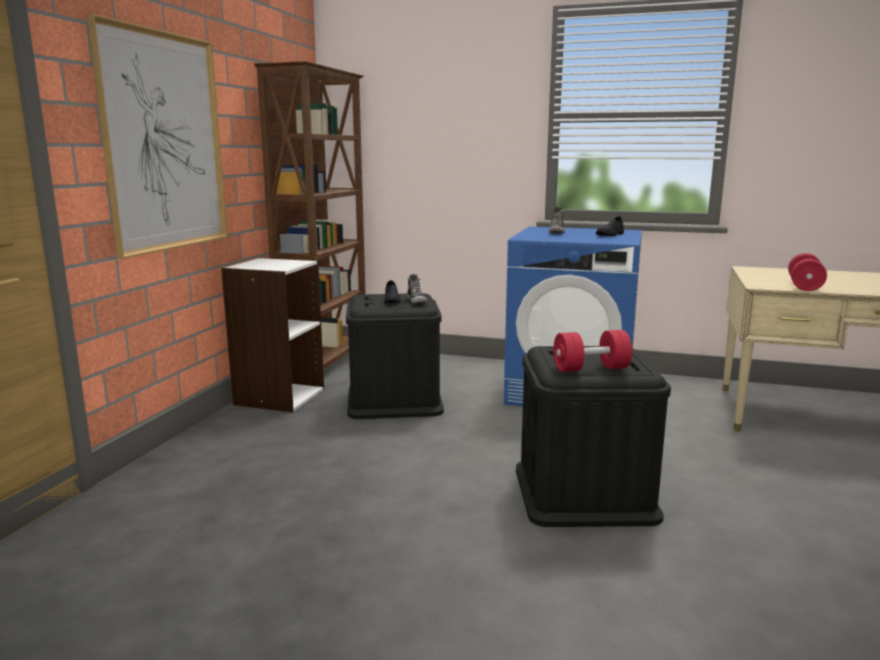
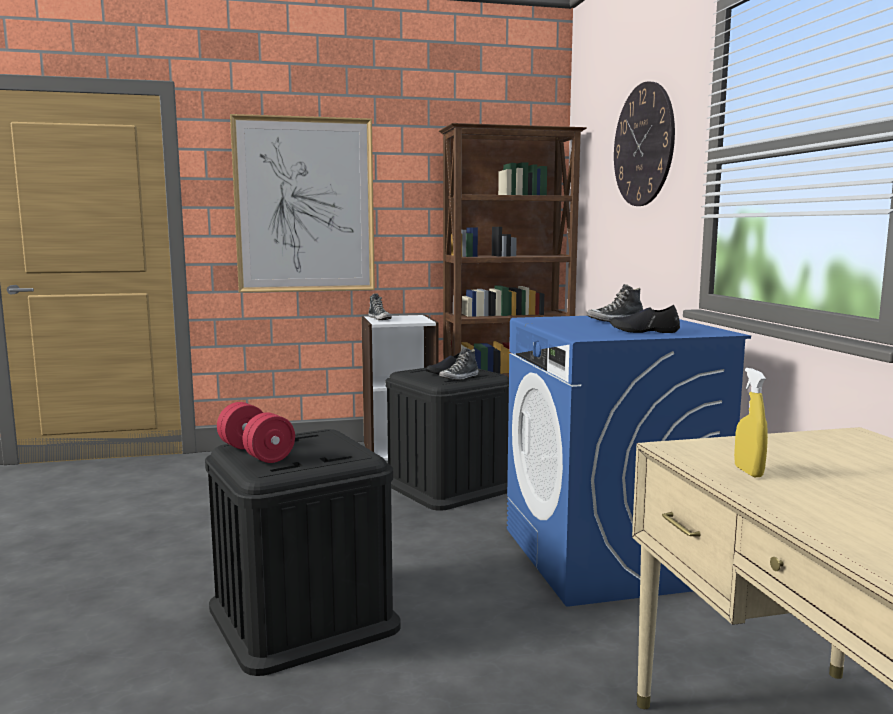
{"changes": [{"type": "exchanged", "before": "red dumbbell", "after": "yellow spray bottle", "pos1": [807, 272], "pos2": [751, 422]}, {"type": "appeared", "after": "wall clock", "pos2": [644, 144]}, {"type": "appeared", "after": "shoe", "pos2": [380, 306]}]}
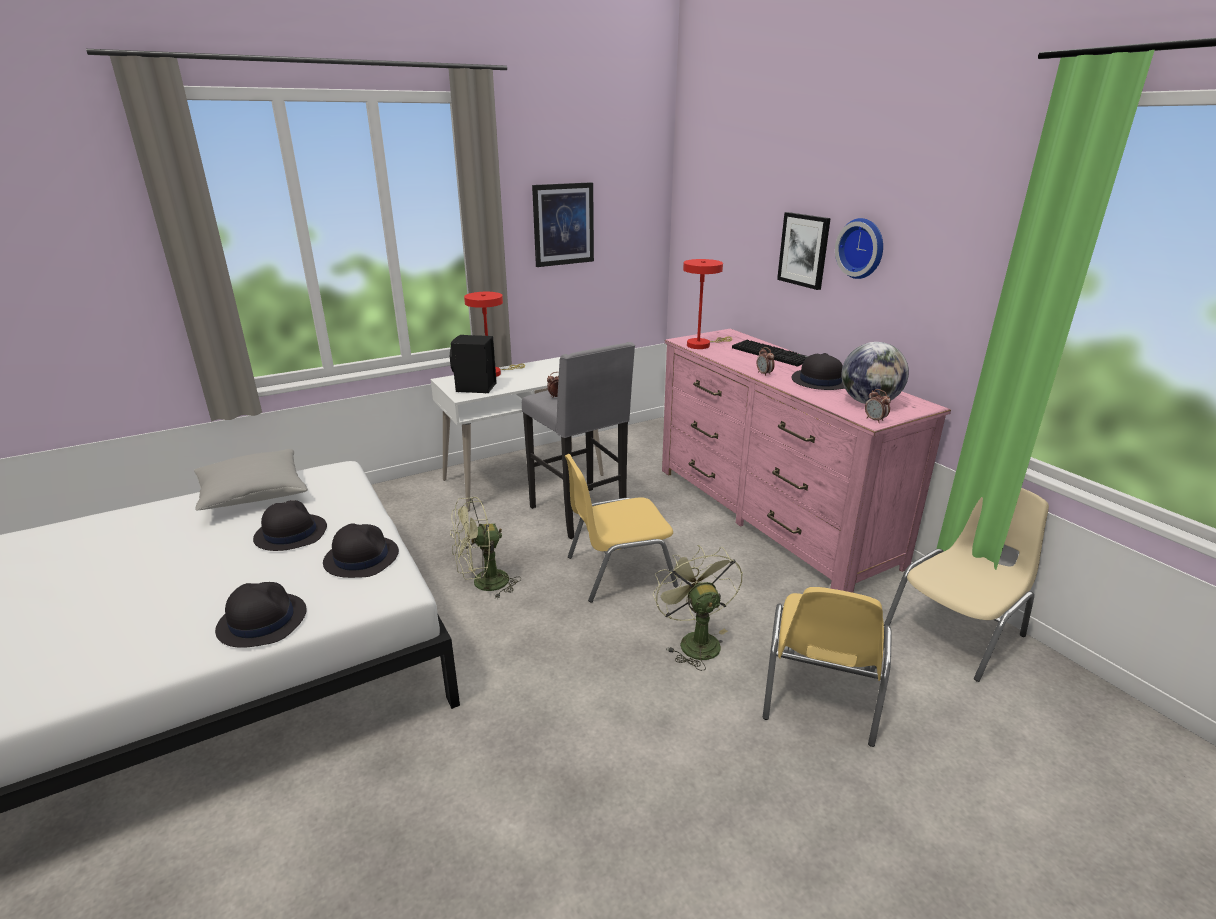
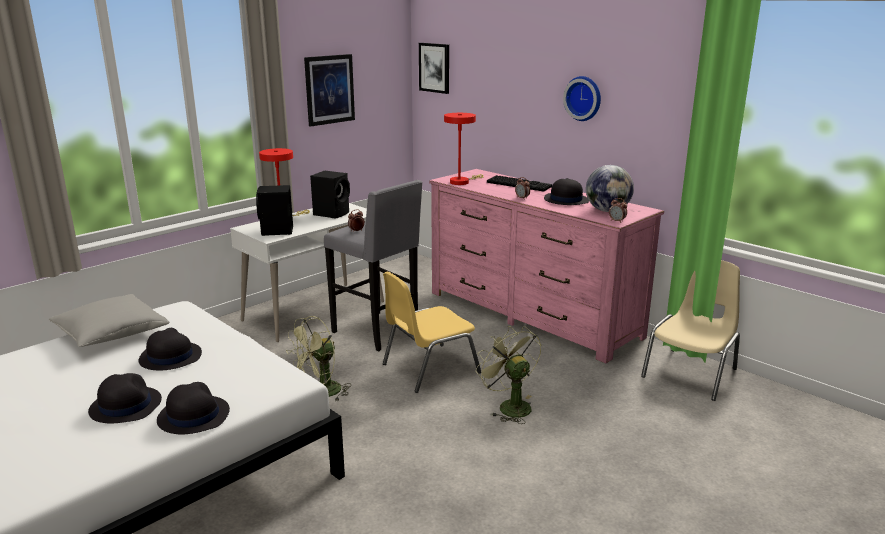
{"changes": [{"type": "relocated", "before": "picture", "pos1": [804, 251], "pos2": [434, 68]}, {"type": "relocated", "before": "black hat", "pos1": [361, 550], "pos2": [125, 398]}, {"type": "missing", "before": "yellow chair", "pos1": [827, 667]}, {"type": "appeared", "after": "black speaker", "pos2": [330, 195]}]}
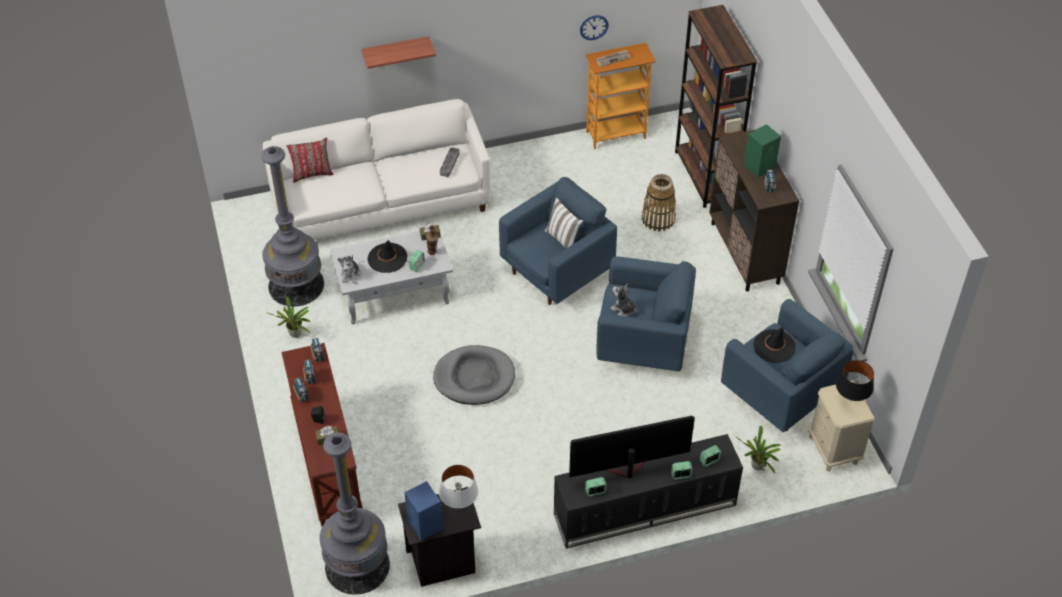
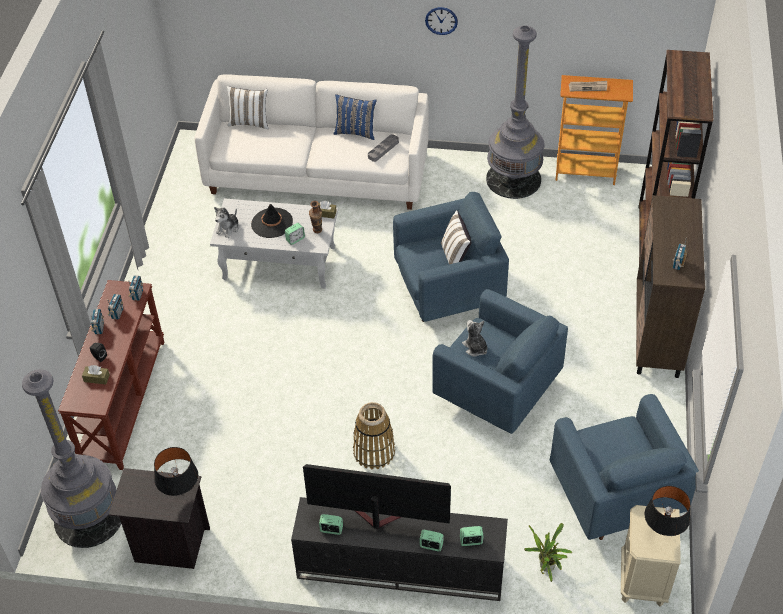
{"changes": [{"type": "relocated", "before": "wall clock", "pos1": [594, 27], "pos2": [441, 21]}, {"type": "missing", "before": "shelf", "pos1": [398, 53]}, {"type": "missing", "before": "green speaker", "pos1": [762, 150]}, {"type": "colour", "before": "red pillow", "after": "white pillow", "pos1": [310, 160], "pos2": [248, 107]}, {"type": "relocated", "before": "grey floor lamp", "pos1": [292, 226], "pos2": [515, 112]}, {"type": "relocated", "before": "basket", "pos1": [659, 203], "pos2": [374, 435]}, {"type": "missing", "before": "potted plant", "pos1": [289, 317]}, {"type": "missing", "before": "black hat", "pos1": [774, 345]}, {"type": "missing", "before": "grey dog bed", "pos1": [474, 375]}, {"type": "colour", "before": "white table lamp", "after": "black table lamp", "pos1": [458, 486], "pos2": [176, 471]}, {"type": "missing", "before": "blue speaker", "pos1": [424, 510]}, {"type": "appeared", "after": "blue pillow", "pos2": [355, 117]}]}
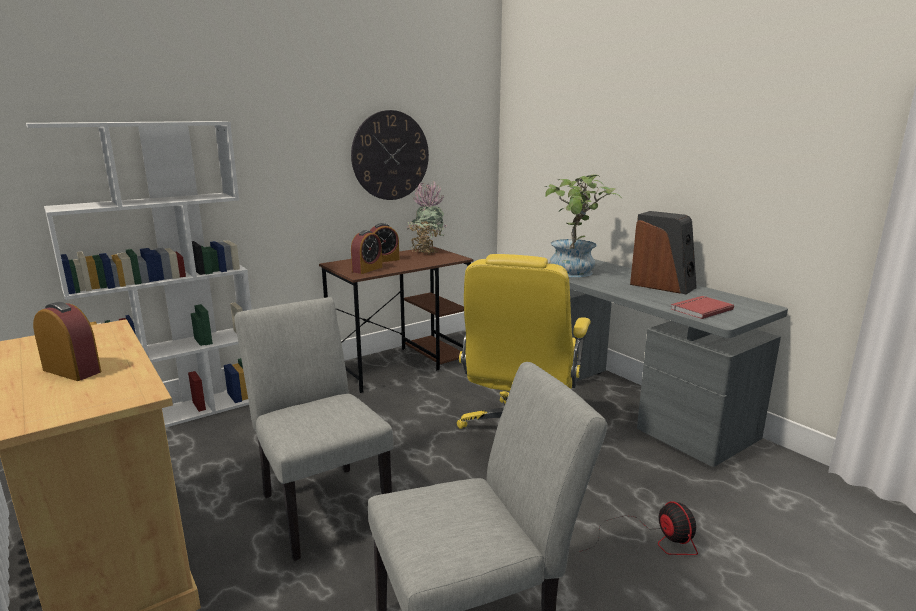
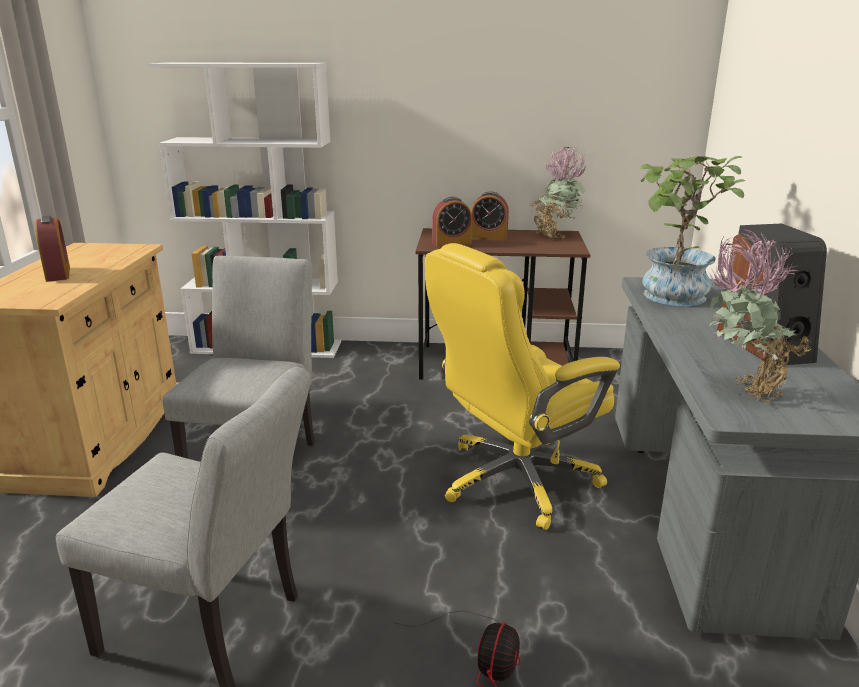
{"changes": [{"type": "missing", "before": "wall clock", "pos1": [390, 155]}, {"type": "exchanged", "before": "red book", "after": "potted plant", "pos1": [702, 307], "pos2": [760, 316]}]}
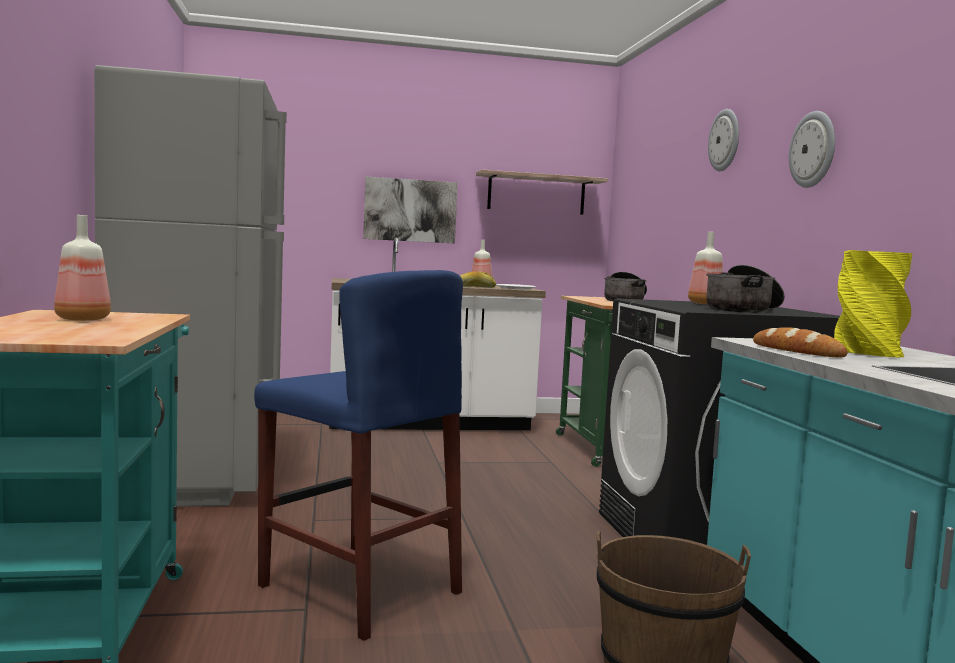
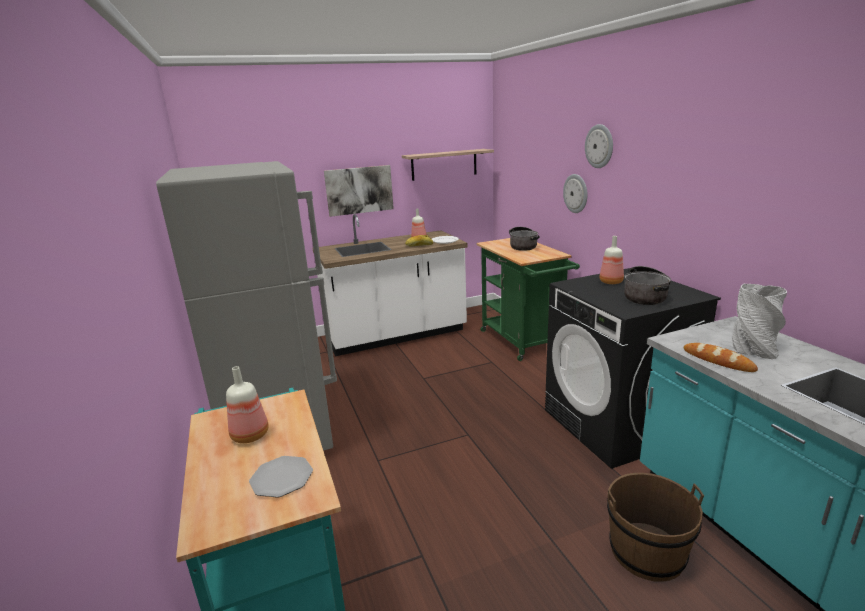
{"changes": [{"type": "relocated", "before": "wall clock", "pos1": [812, 149], "pos2": [575, 193]}, {"type": "colour", "before": "yellow vase", "after": "grey vase", "pos1": [873, 303], "pos2": [759, 321]}, {"type": "missing", "before": "blue stool", "pos1": [358, 455]}, {"type": "appeared", "after": "plate", "pos2": [281, 477]}]}
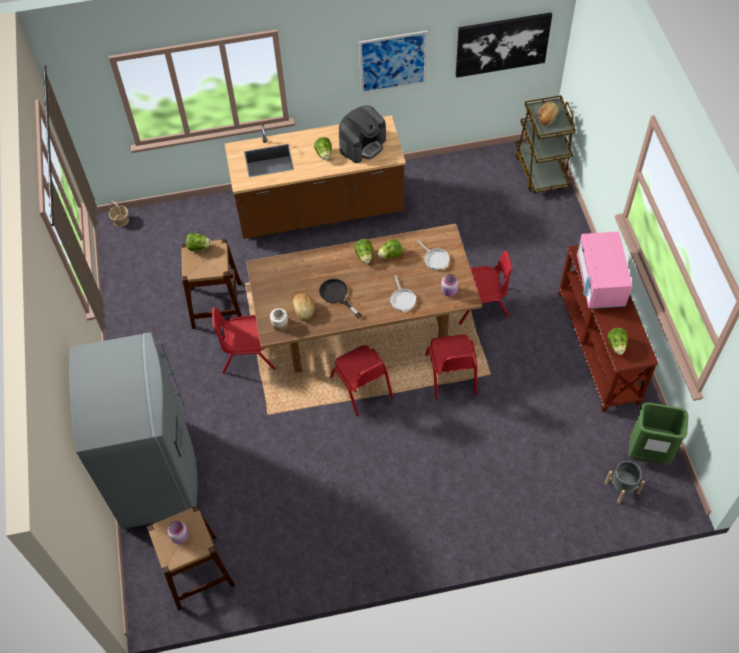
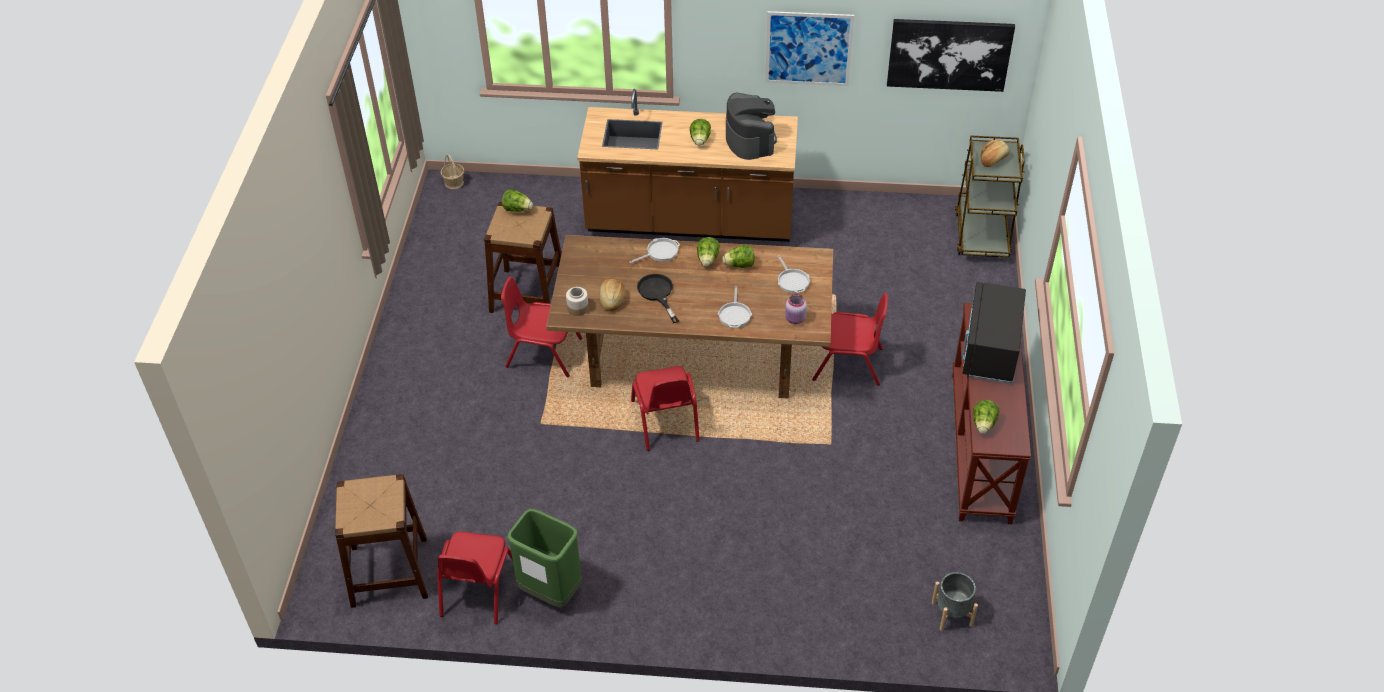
{"changes": [{"type": "spun", "before": "coffee machine", "pos1": [362, 134], "pos2": [751, 126], "turn": -75}, {"type": "colour", "before": "pink microwave", "after": "black microwave", "pos1": [604, 270], "pos2": [993, 332]}, {"type": "missing", "before": "grey fridge", "pos1": [133, 430]}, {"type": "relocated", "before": "red chair", "pos1": [451, 367], "pos2": [475, 578]}, {"type": "relocated", "before": "green trash can", "pos1": [658, 434], "pos2": [544, 558]}, {"type": "missing", "before": "pink jar", "pos1": [178, 532]}, {"type": "appeared", "after": "frying pan", "pos2": [654, 250]}]}
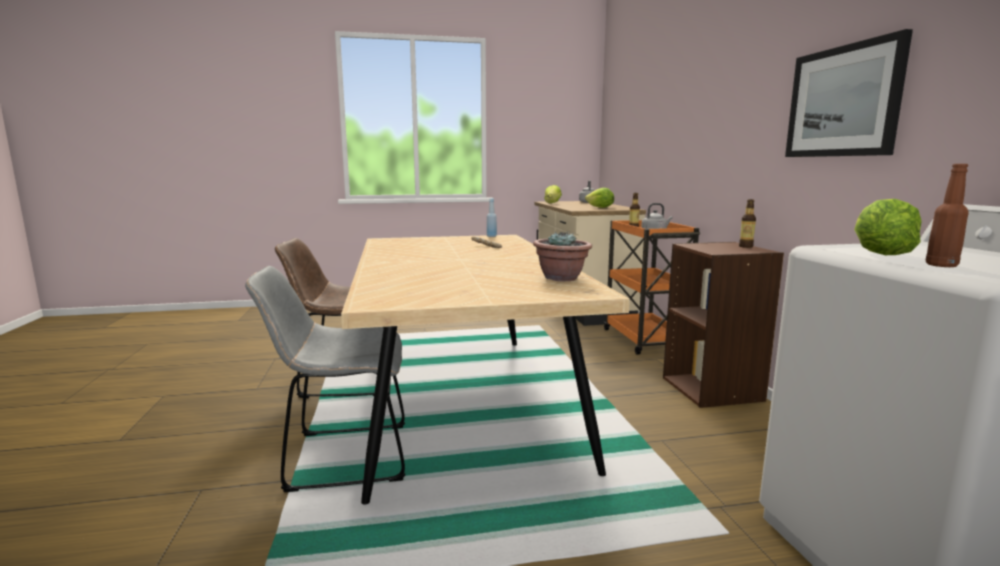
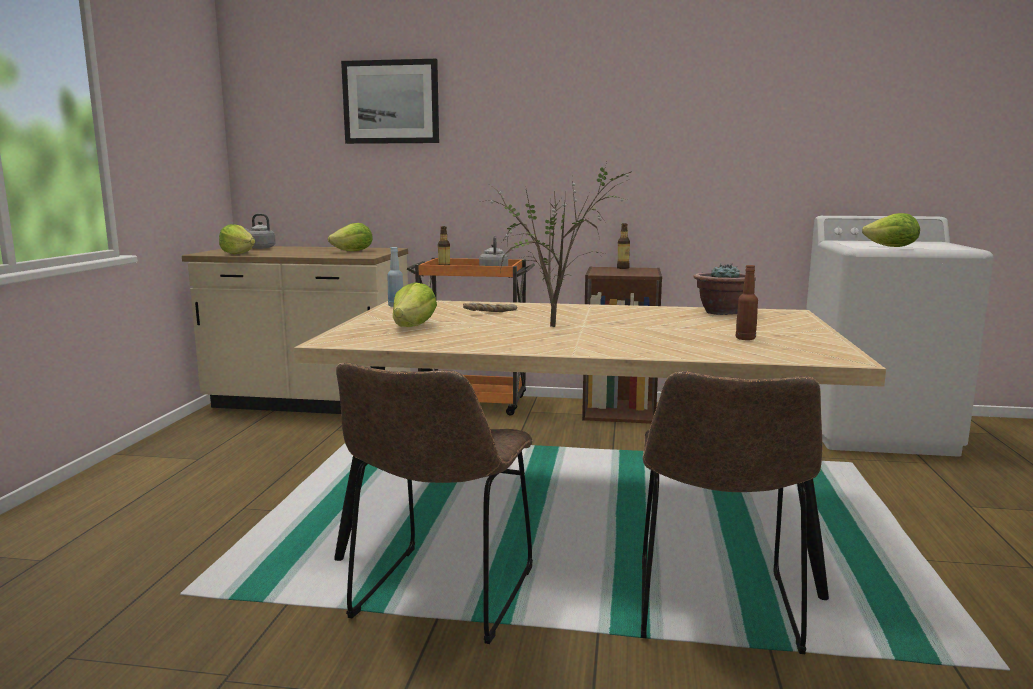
{"changes": [{"type": "relocated", "before": "picture", "pos1": [849, 93], "pos2": [390, 101]}, {"type": "relocated", "before": "brown bottle", "pos1": [947, 215], "pos2": [747, 302]}, {"type": "colour", "before": "grey chair", "after": "brown chair", "pos1": [325, 379], "pos2": [732, 512]}, {"type": "appeared", "after": "potted plant", "pos2": [555, 244]}, {"type": "appeared", "after": "lettuce", "pos2": [415, 304]}]}
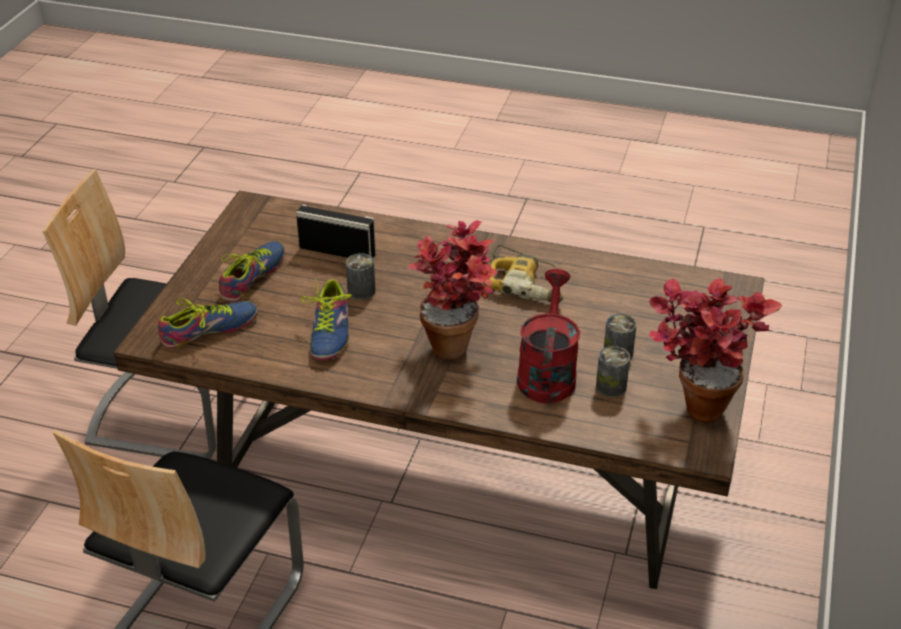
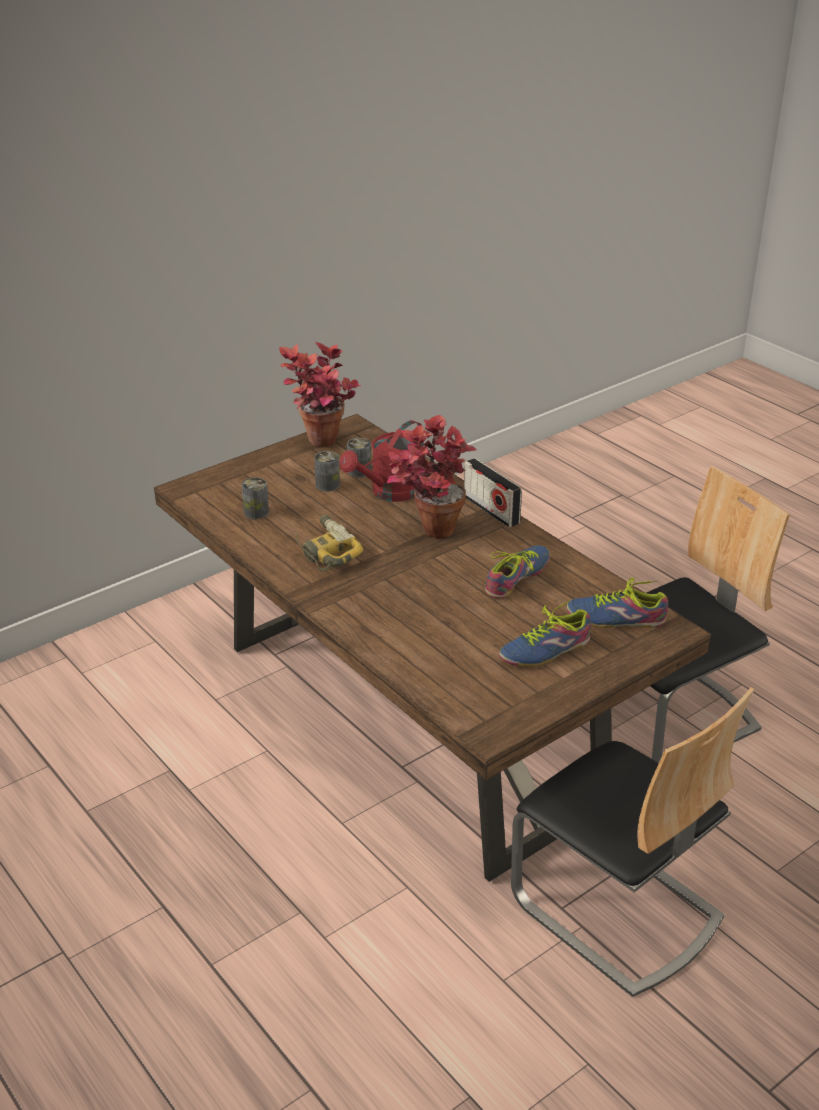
{"changes": [{"type": "relocated", "before": "radio", "pos1": [336, 231], "pos2": [493, 492]}, {"type": "relocated", "before": "can", "pos1": [361, 276], "pos2": [255, 498]}]}
